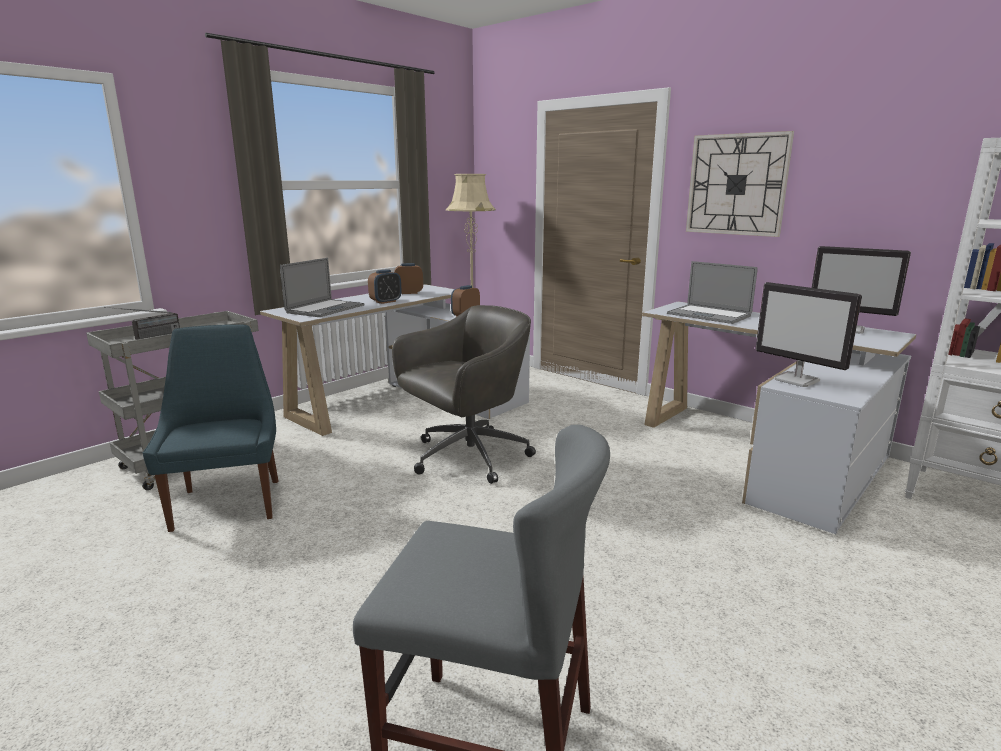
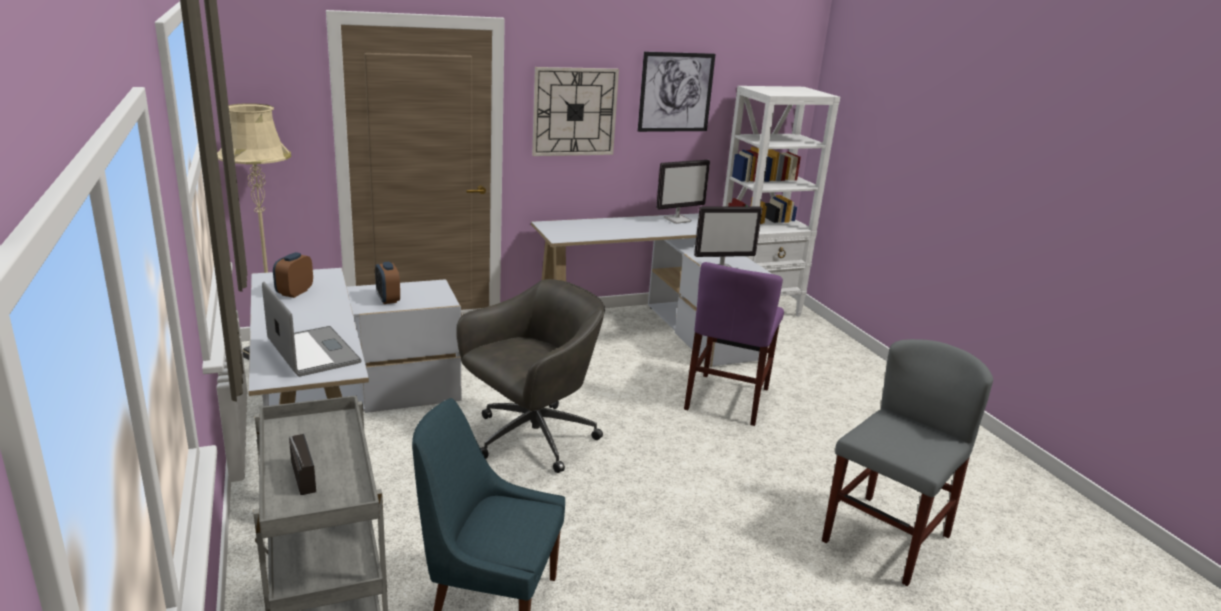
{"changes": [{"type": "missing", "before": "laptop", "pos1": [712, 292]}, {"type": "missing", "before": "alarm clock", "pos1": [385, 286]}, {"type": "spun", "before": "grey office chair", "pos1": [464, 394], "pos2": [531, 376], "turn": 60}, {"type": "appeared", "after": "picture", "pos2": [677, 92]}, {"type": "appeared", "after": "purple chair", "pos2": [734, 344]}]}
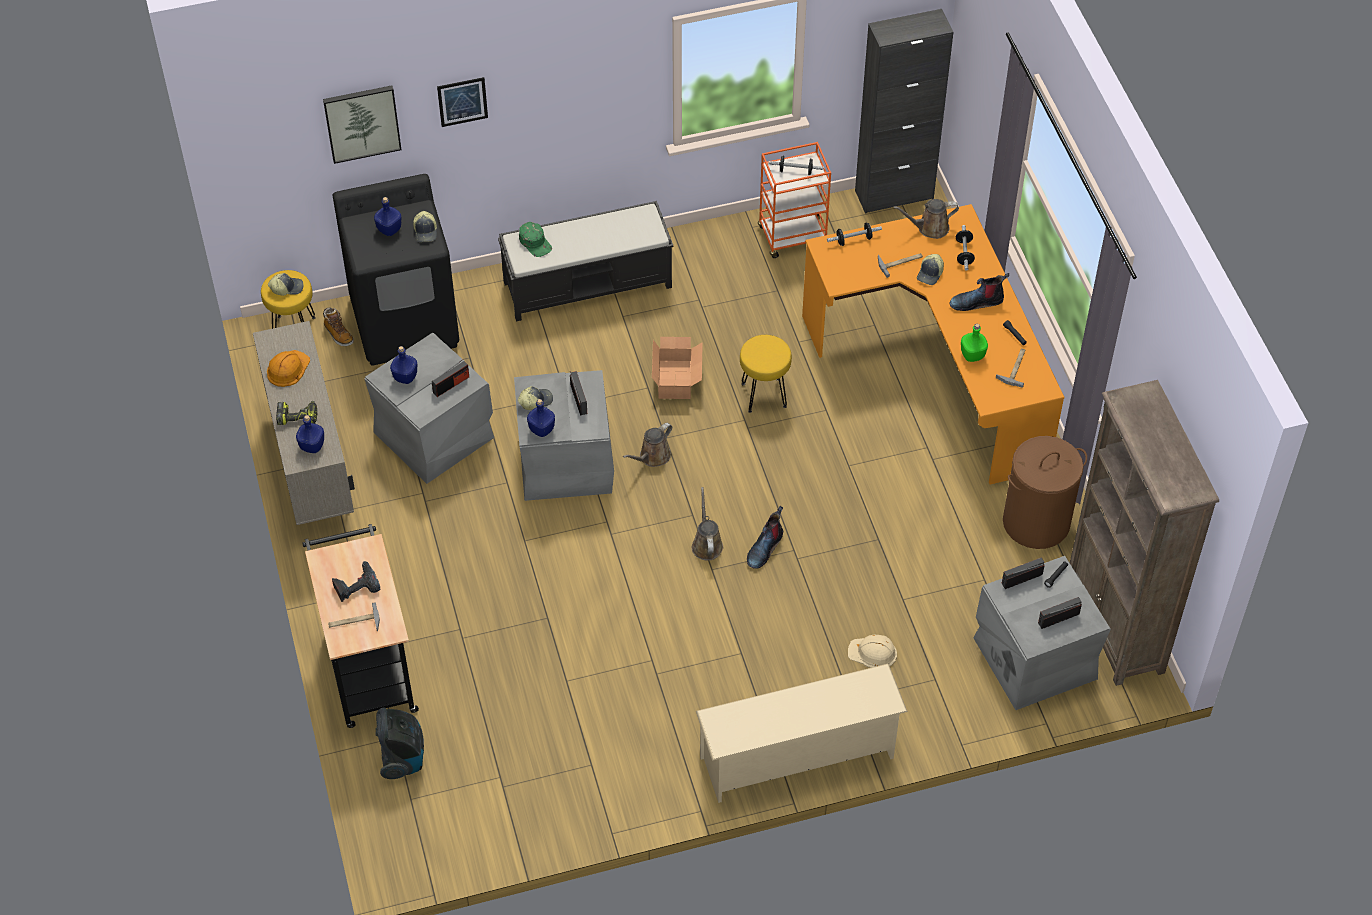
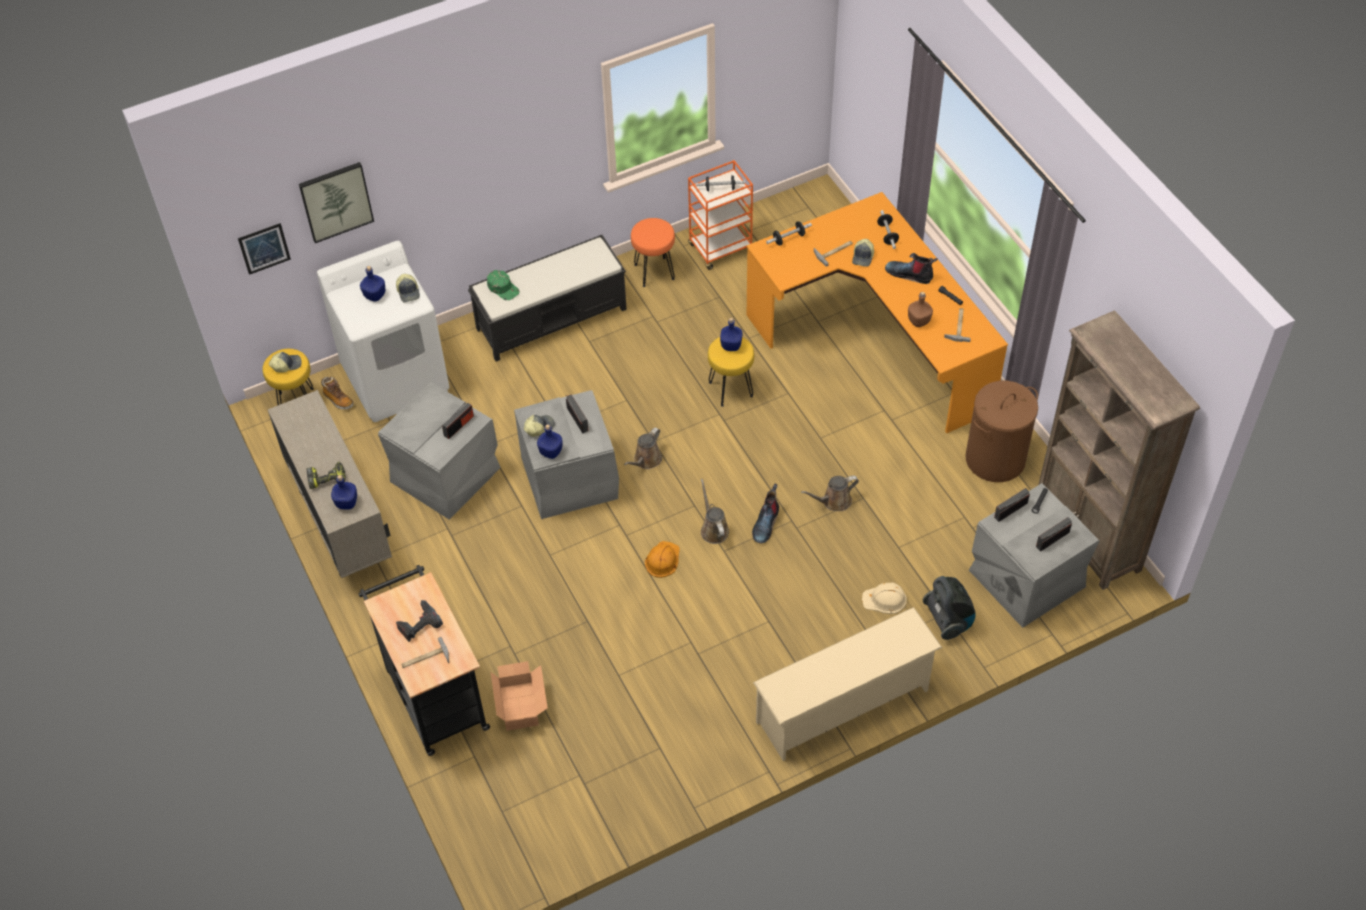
{"changes": [{"type": "missing", "before": "black cabinet", "pos1": [904, 111]}, {"type": "relocated", "before": "picture", "pos1": [462, 102], "pos2": [264, 249]}, {"type": "colour", "before": "black washing machine", "after": "white washing machine", "pos1": [396, 269], "pos2": [383, 331]}, {"type": "relocated", "before": "brown watering can", "pos1": [926, 219], "pos2": [830, 493]}, {"type": "spun", "before": "boot", "pos1": [979, 292], "pos2": [911, 268], "turn": 45}, {"type": "colour", "before": "green bottle", "after": "brown bottle", "pos1": [974, 343], "pos2": [920, 309]}, {"type": "relocated", "before": "cardboard box", "pos1": [677, 368], "pos2": [519, 696]}, {"type": "relocated", "before": "blue bottle", "pos1": [403, 365], "pos2": [731, 334]}, {"type": "relocated", "before": "orange hard hat", "pos1": [288, 368], "pos2": [662, 559]}, {"type": "relocated", "before": "vacuum cleaner", "pos1": [399, 743], "pos2": [949, 608]}, {"type": "appeared", "after": "orange stool", "pos2": [653, 252]}]}
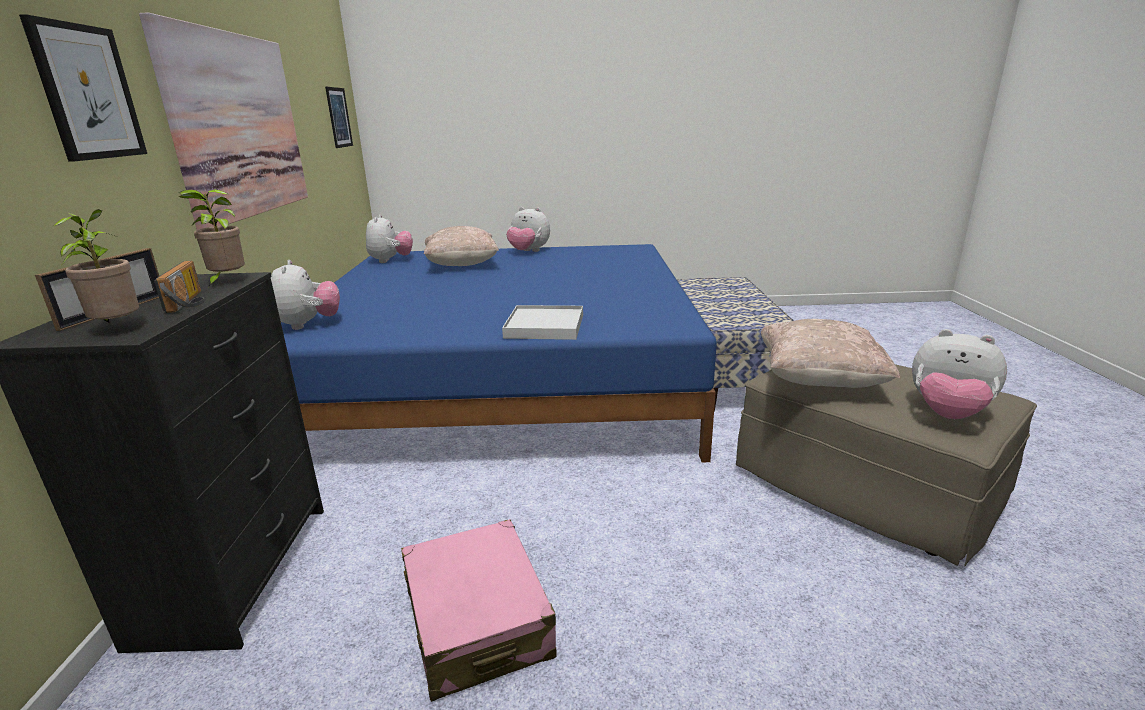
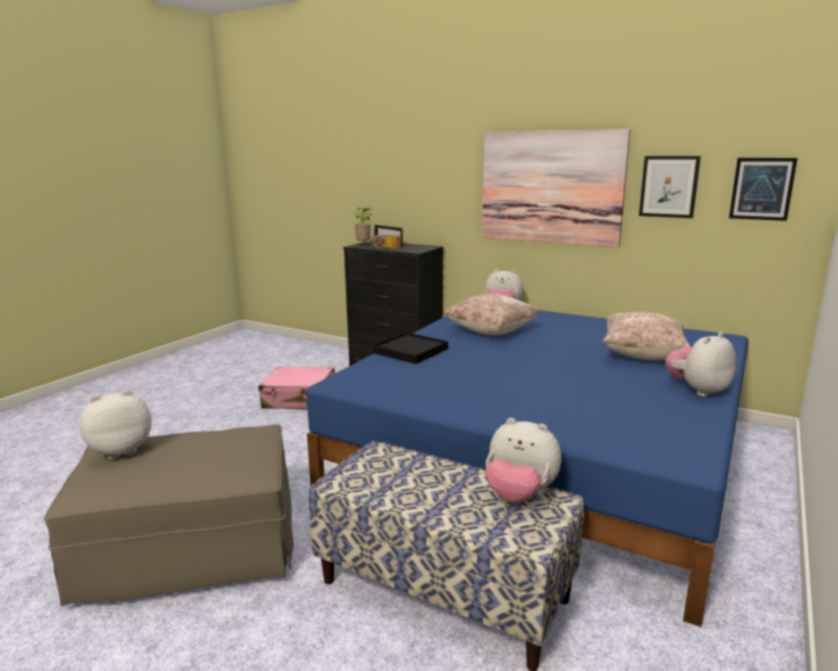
{"changes": [{"type": "relocated", "before": "picture", "pos1": [83, 88], "pos2": [670, 187]}, {"type": "missing", "before": "potted plant", "pos1": [212, 238]}, {"type": "relocated", "before": "plush toy", "pos1": [389, 238], "pos2": [524, 460]}, {"type": "colour", "before": "white tray", "after": "black tray", "pos1": [542, 322], "pos2": [410, 348]}, {"type": "relocated", "before": "beige pillow", "pos1": [830, 353], "pos2": [491, 314]}]}
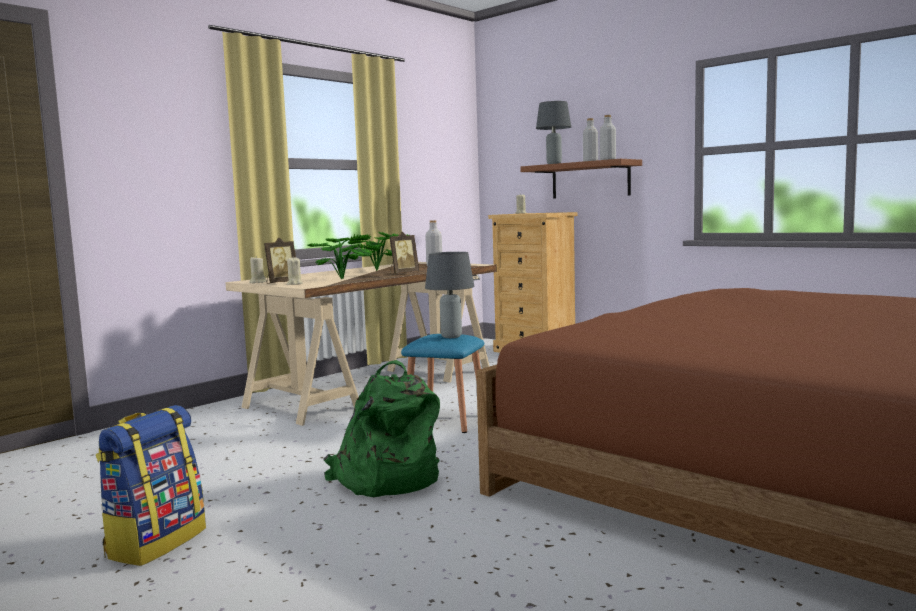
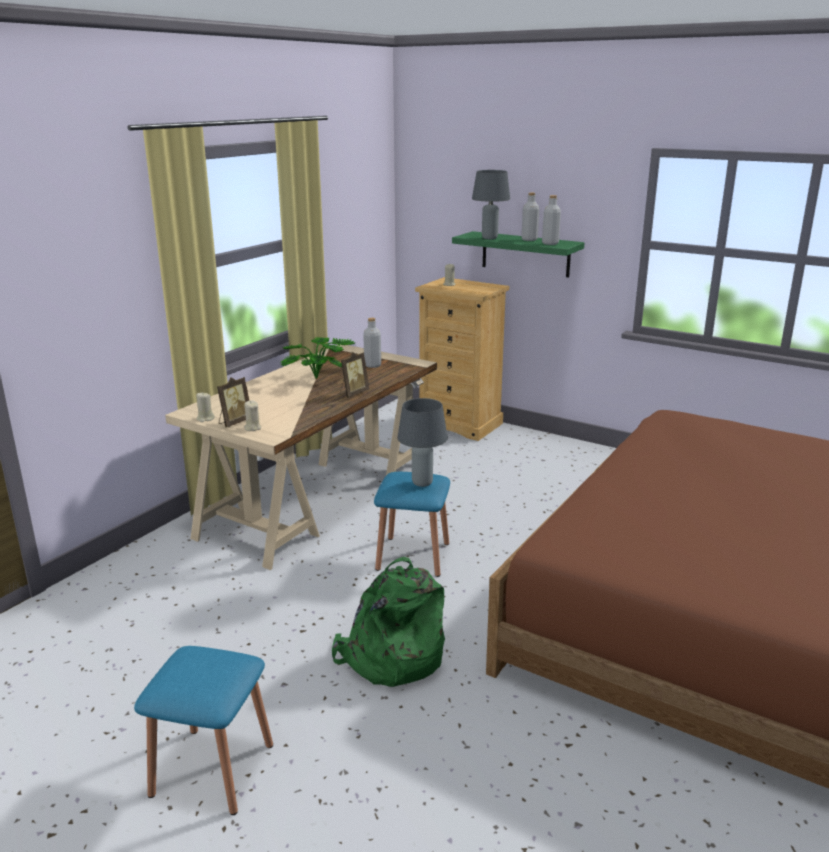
{"changes": [{"type": "colour", "before": "brown shelf", "after": "green shelf", "pos1": [581, 179], "pos2": [518, 254]}, {"type": "missing", "before": "potted plant", "pos1": [344, 256]}, {"type": "exchanged", "before": "backpack", "after": "blue stool", "pos1": [151, 485], "pos2": [203, 730]}]}
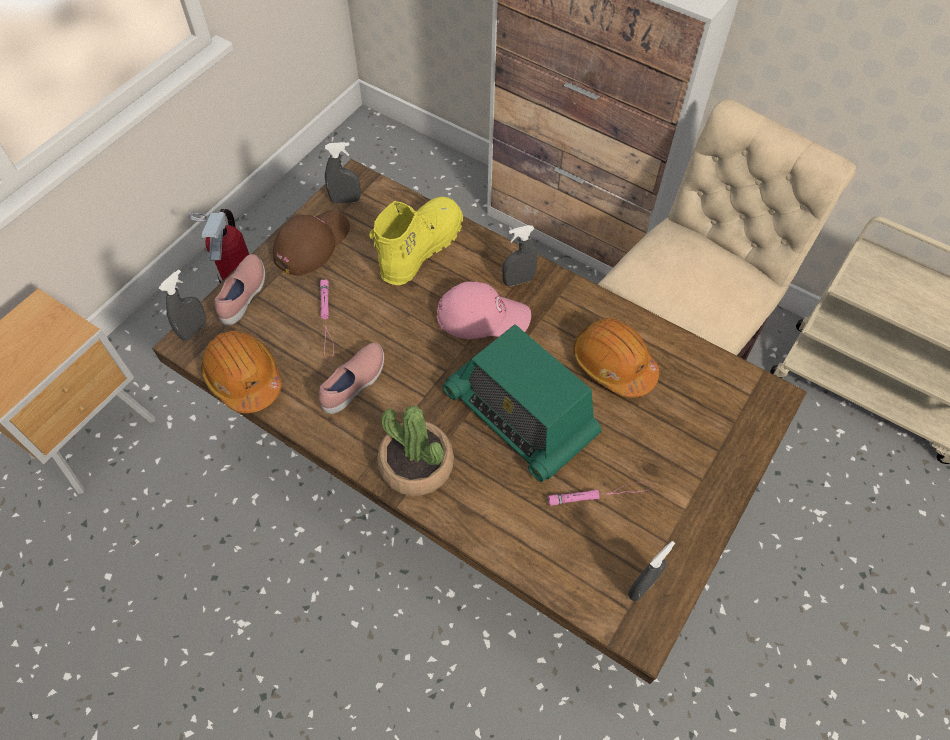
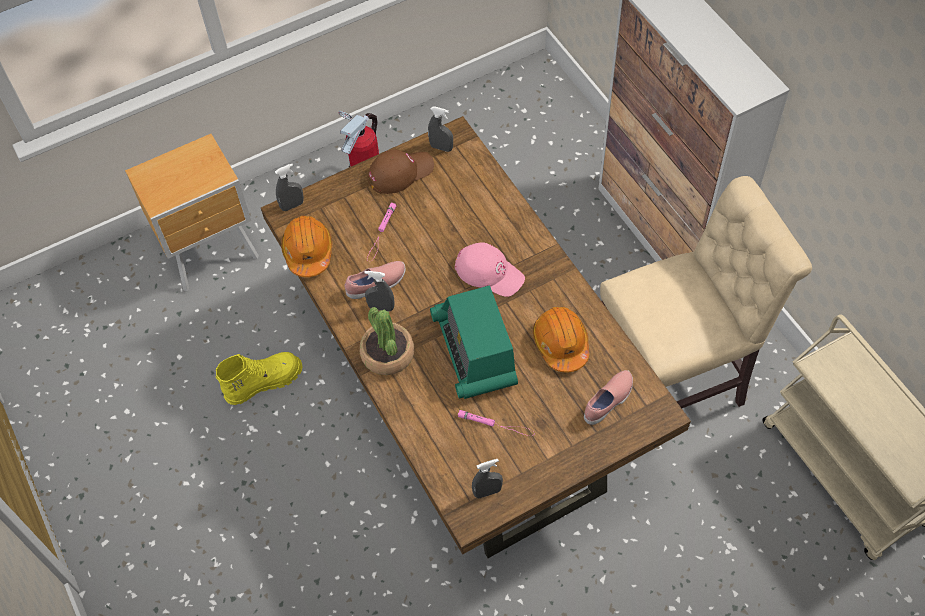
{"changes": [{"type": "relocated", "before": "yellow boot", "pos1": [416, 241], "pos2": [259, 378]}, {"type": "relocated", "before": "grey spray bottle", "pos1": [519, 255], "pos2": [379, 291]}, {"type": "relocated", "before": "pink shoe", "pos1": [240, 289], "pos2": [608, 397]}]}
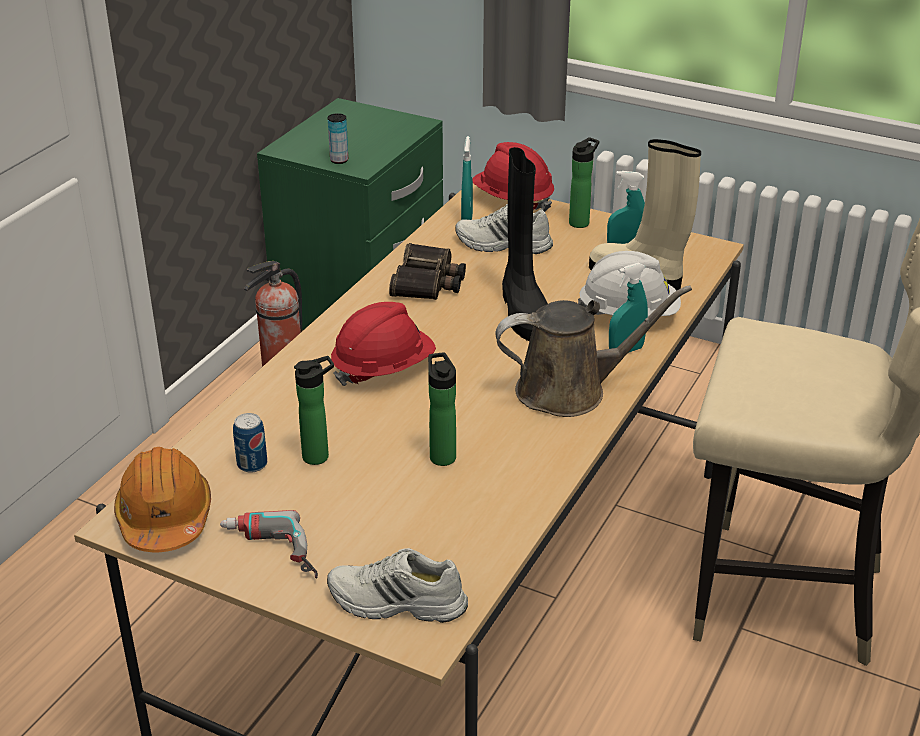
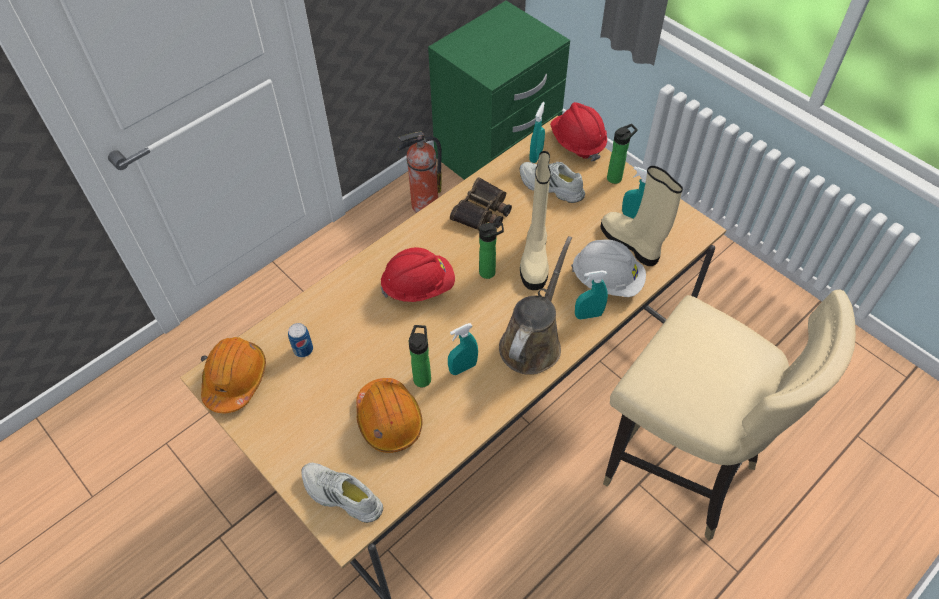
{"changes": [{"type": "missing", "before": "can", "pos1": [338, 138]}, {"type": "colour", "before": "black boot", "after": "beige boot", "pos1": [525, 244], "pos2": [535, 220]}, {"type": "spun", "before": "brown watering can", "pos1": [593, 351], "pos2": [535, 305], "turn": -75}, {"type": "relocated", "before": "bottle", "pos1": [314, 410], "pos2": [491, 251]}, {"type": "missing", "before": "power drill", "pos1": [269, 544]}, {"type": "appeared", "after": "turquoise spray bottle", "pos2": [463, 349]}, {"type": "appeared", "after": "orange hard hat", "pos2": [389, 415]}]}
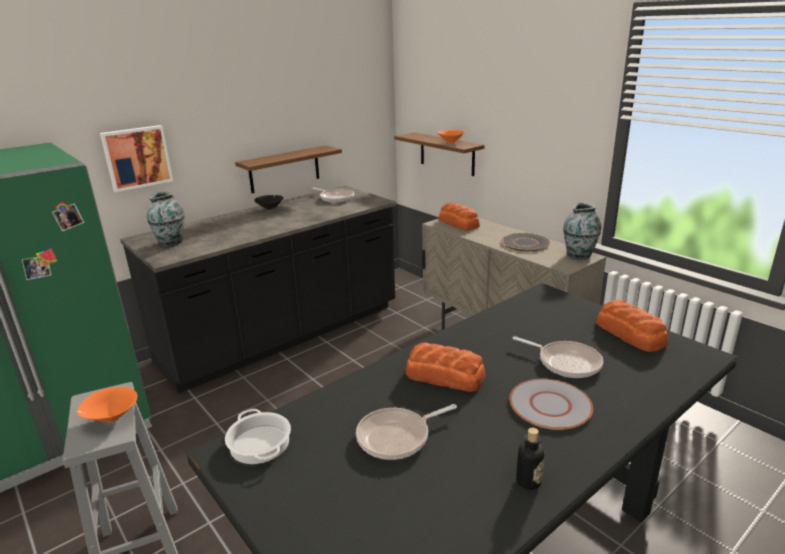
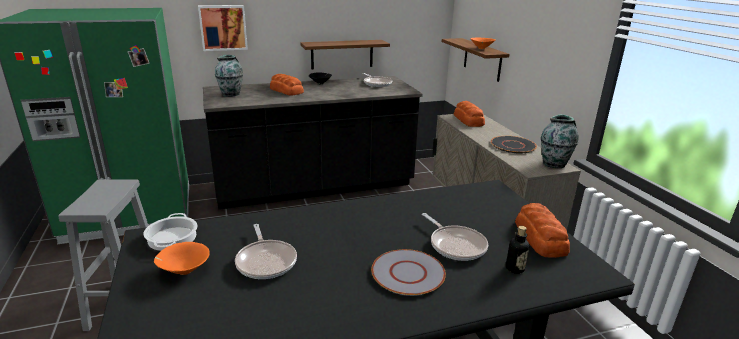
{"changes": [{"type": "relocated", "before": "bread", "pos1": [445, 367], "pos2": [287, 85]}, {"type": "relocated", "before": "orange bowl", "pos1": [107, 404], "pos2": [182, 258]}, {"type": "spun", "before": "frying pan", "pos1": [406, 432], "pos2": [266, 251], "turn": -105}, {"type": "relocated", "before": "bottle", "pos1": [530, 459], "pos2": [517, 250]}]}
